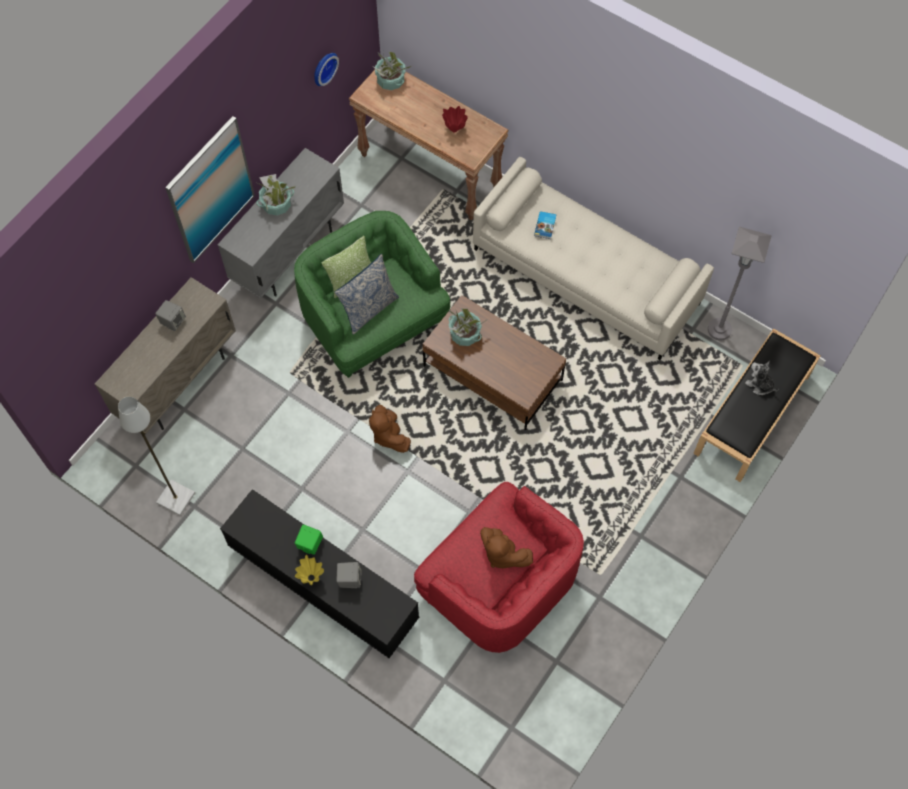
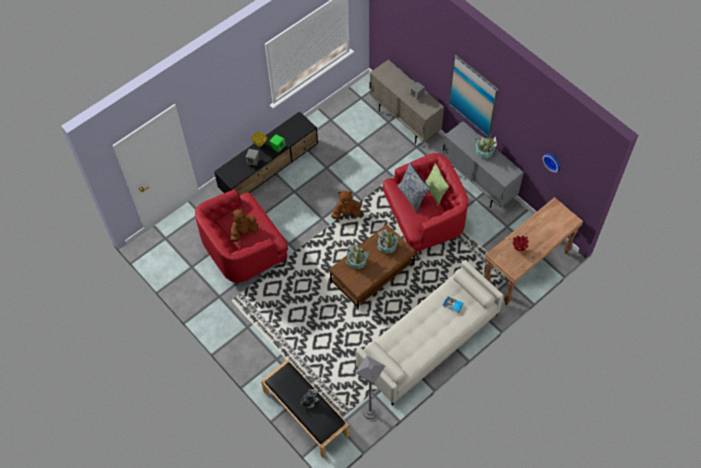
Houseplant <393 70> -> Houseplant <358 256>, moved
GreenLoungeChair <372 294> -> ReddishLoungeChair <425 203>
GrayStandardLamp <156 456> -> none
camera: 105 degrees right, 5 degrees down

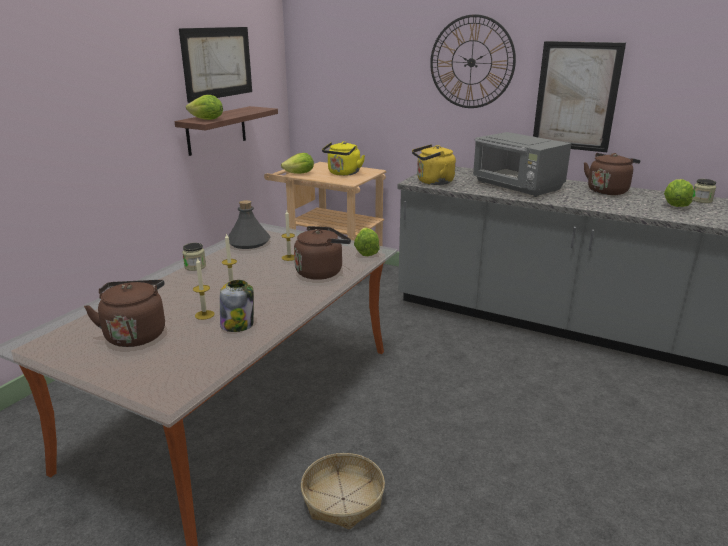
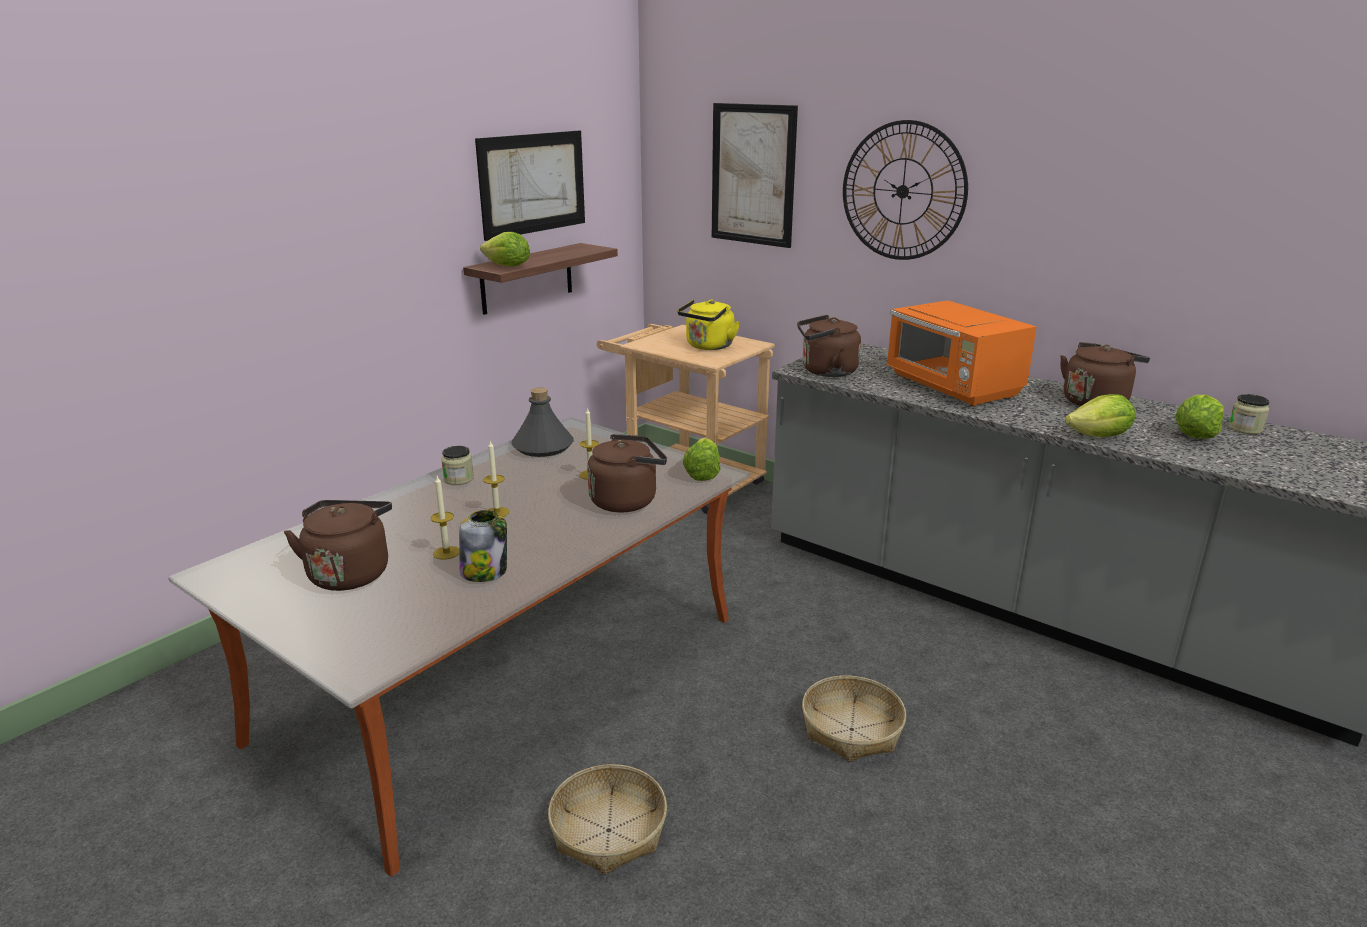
Picture <579 96> -> Picture <755 175>, moved
YellowishTeaKettle <434 164> -> BrownTeaKettle <829 346>
none -> HouseholdBasket <854 718>
GrayKitchenMicrowave <522 164> -> OrangeColouredKitchenMicrowave <961 353>
Lettuce <297 163> -> Lettuce <1100 415>, moved
camera: 10 degrees right, 0 degrees up

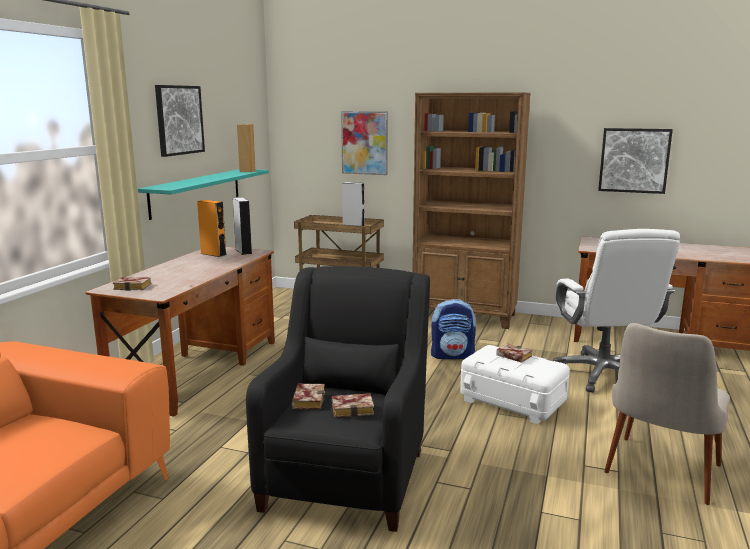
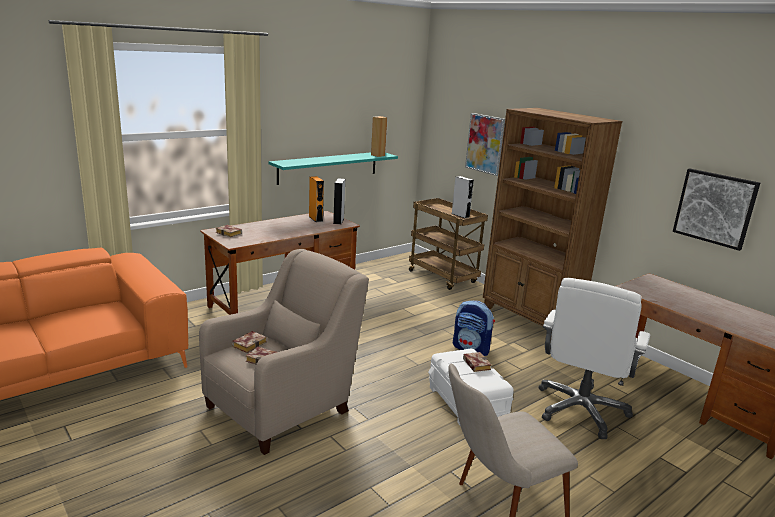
BlackLoungeChair <338 399> -> BeigeColouredLoungeChair <284 352>
Picture <180 121> -> none
camera: 30 degrees right, 5 degrees up

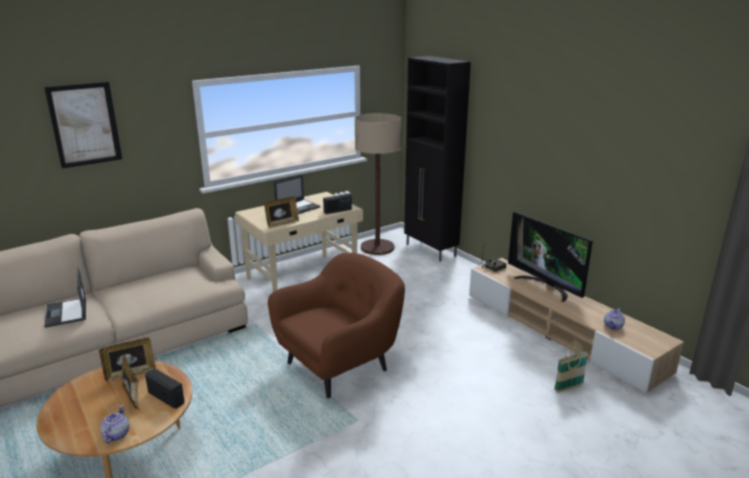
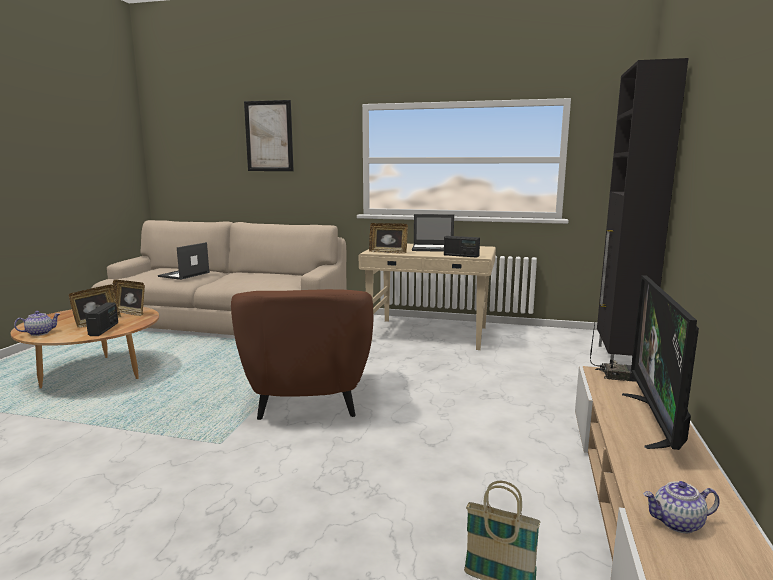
BrownLoungeChair <336 325> -> BrownLoungeChair <302 354>, 75 degrees clockwise
StandardLamp <378 184> -> none
camera: 50 degrees right, 10 degrees down

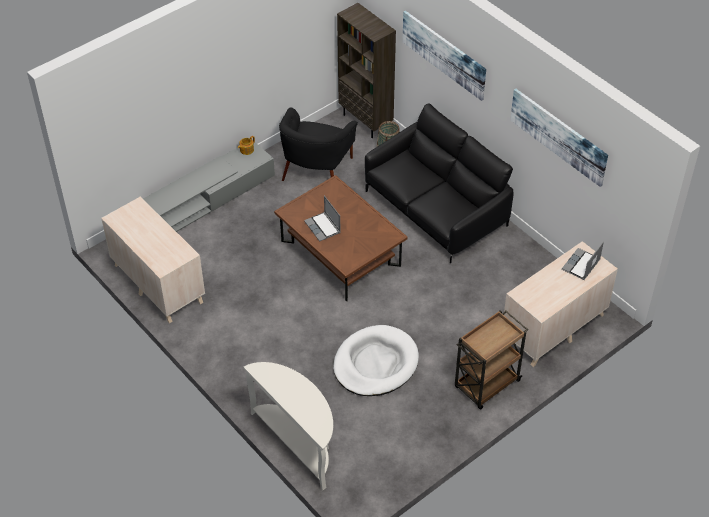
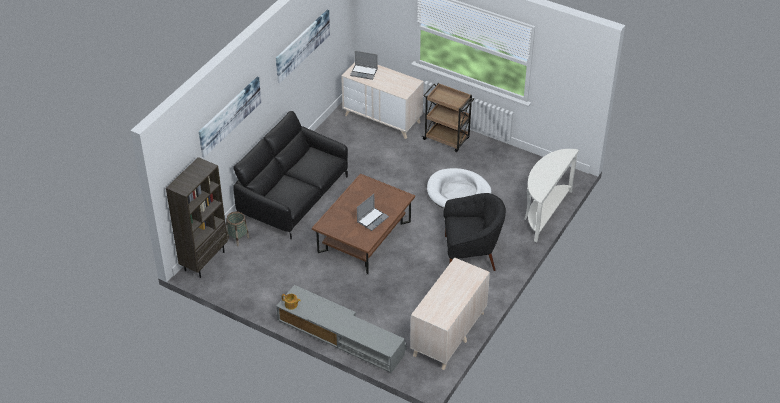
BlackLoungeChair <318 144> -> BlackLoungeChair <474 232>, moved
camera: 110 degrees left, 5 degrees down

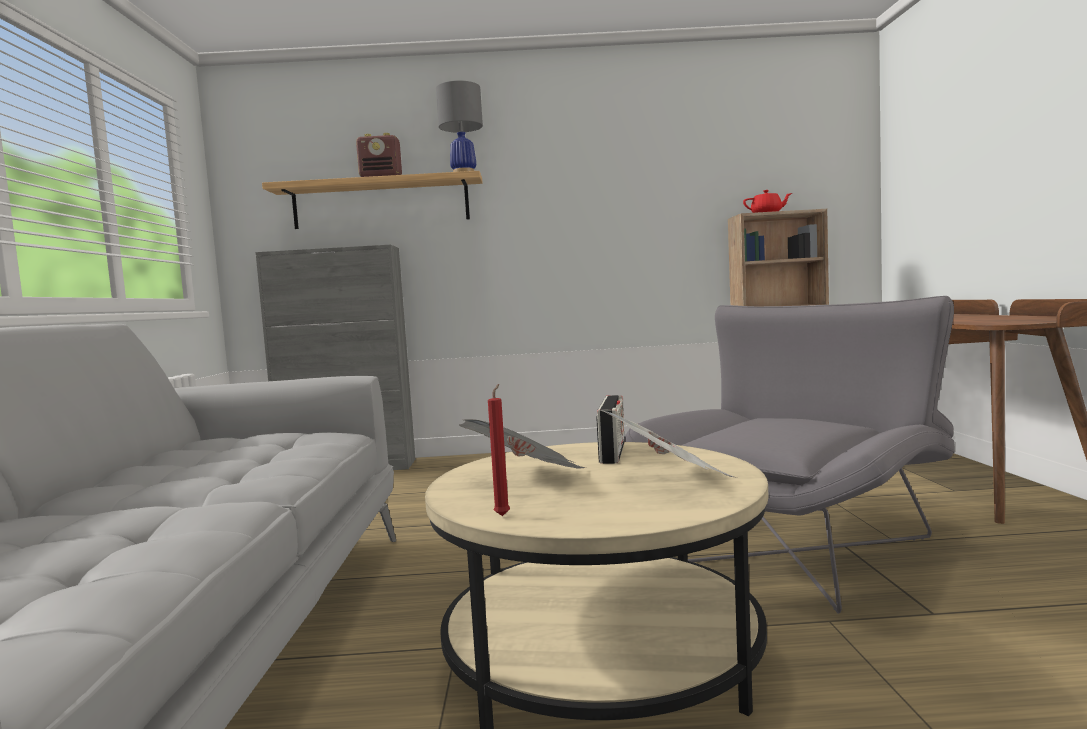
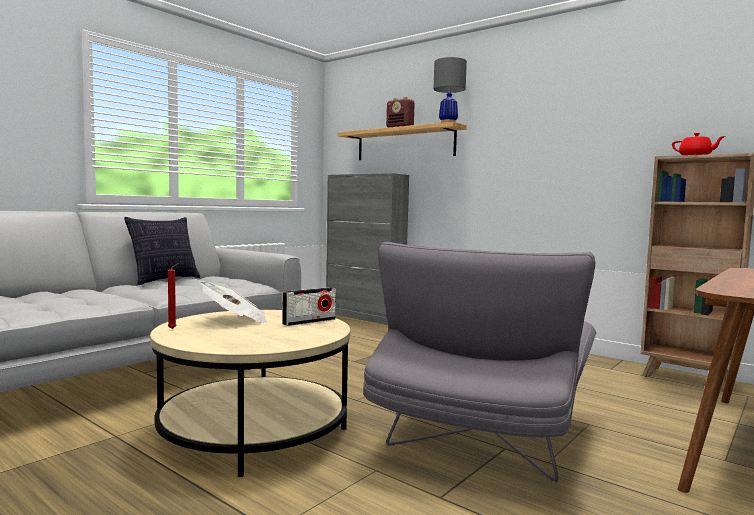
none -> Cushion <162 251>
GrayLoungeChair <789 455> -> GrayLoungeChair <480 362>, 120 degrees clockwise
DailyPaper <669 444> -> none
camera: 40 degrees right, 0 degrees up

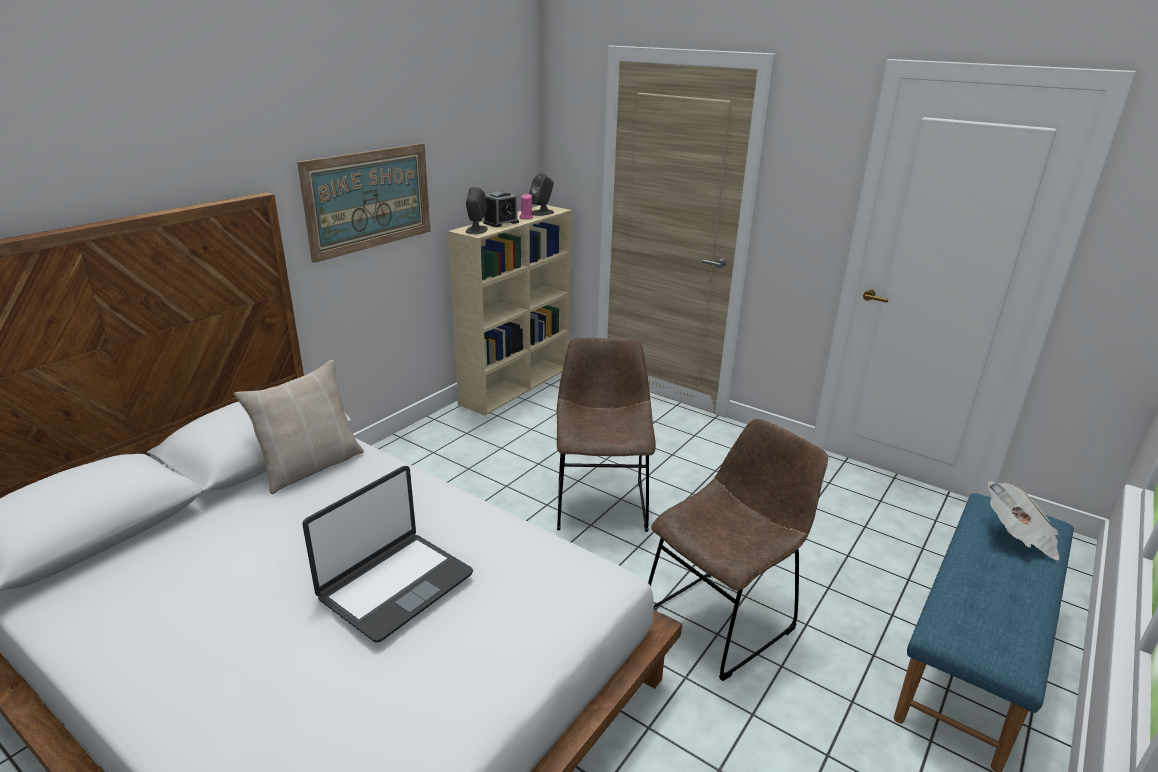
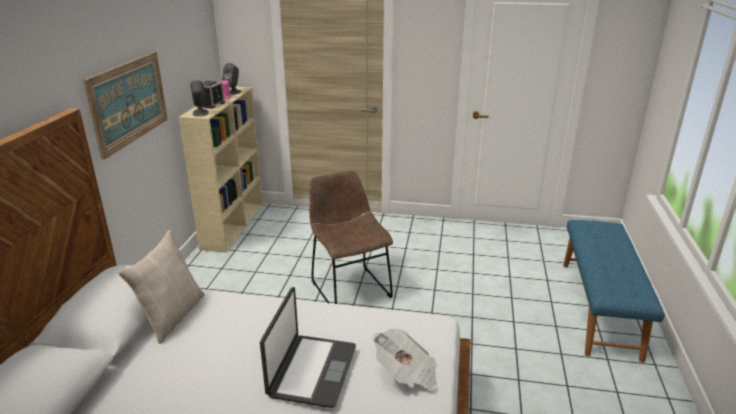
DailyPaper <1023 520> -> DailyPaper <405 359>, moved
BrownUprightChair <738 550> -> none
camera: 25 degrees left, 0 degrees up

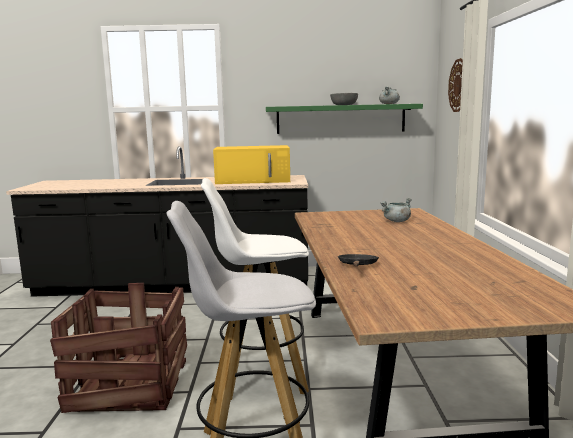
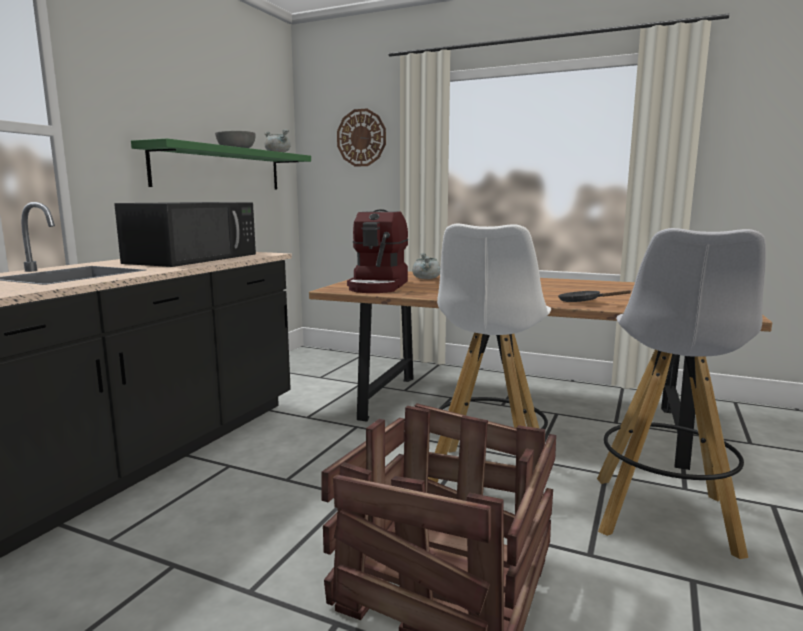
YellowishKitchenMicrowave <251 164> -> BlackKitchenMicrowave <185 234>
none -> CoffeeMaker <377 251>
camera: 65 degrees left, 0 degrees up

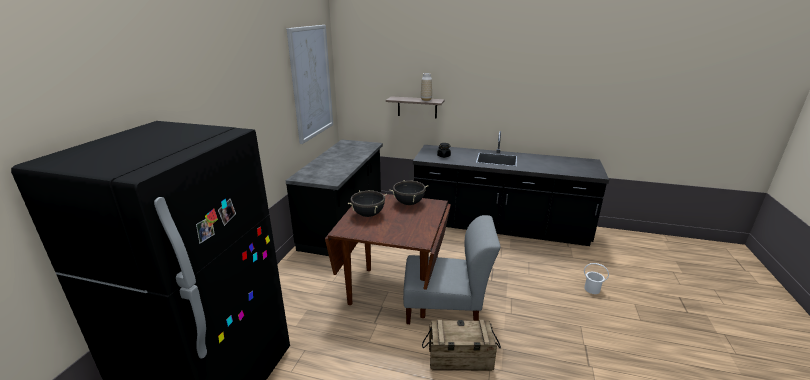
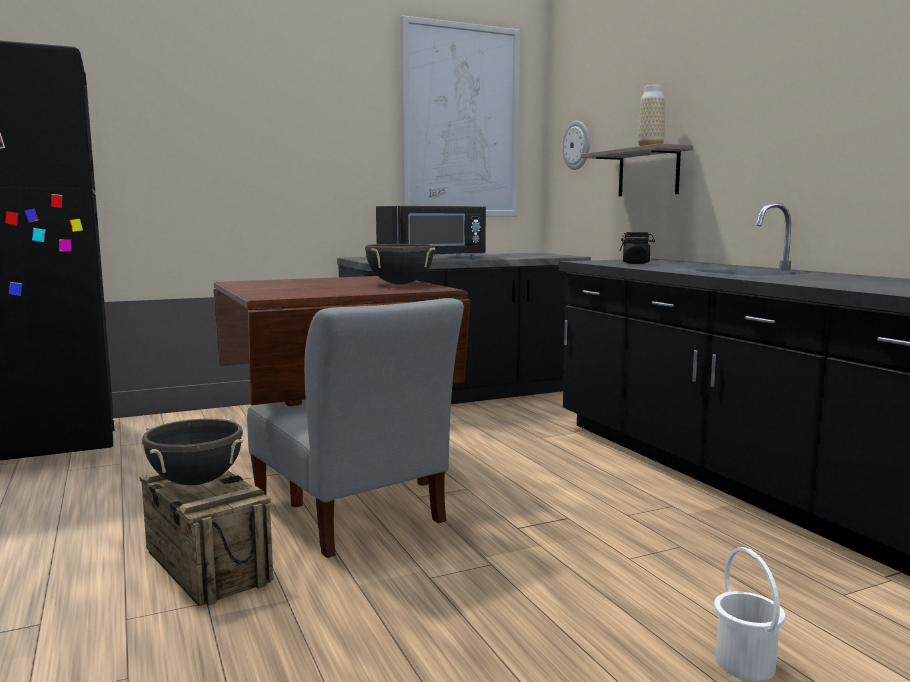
BlackCookingPot <367 204> -> BlackCookingPot <193 451>, moved
none -> BlackKitchenMicrowave <431 232>
none -> HangingClock <576 145>
camera: 50 degrees right, 15 degrees down

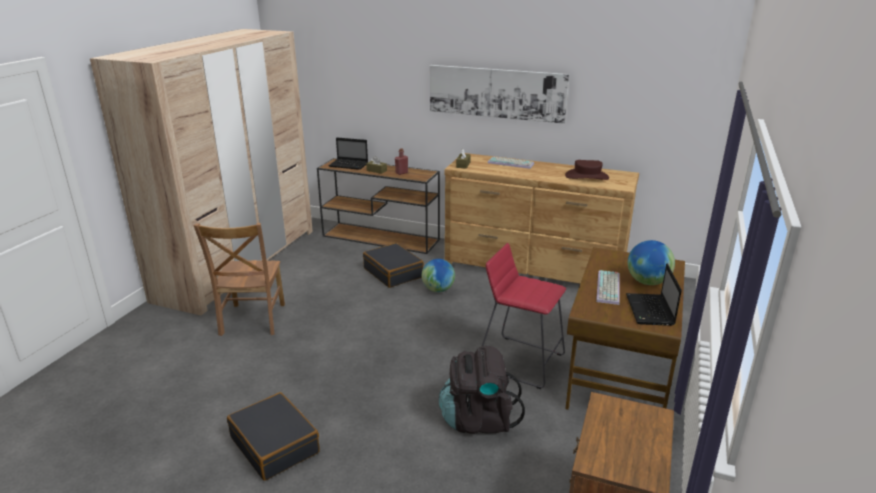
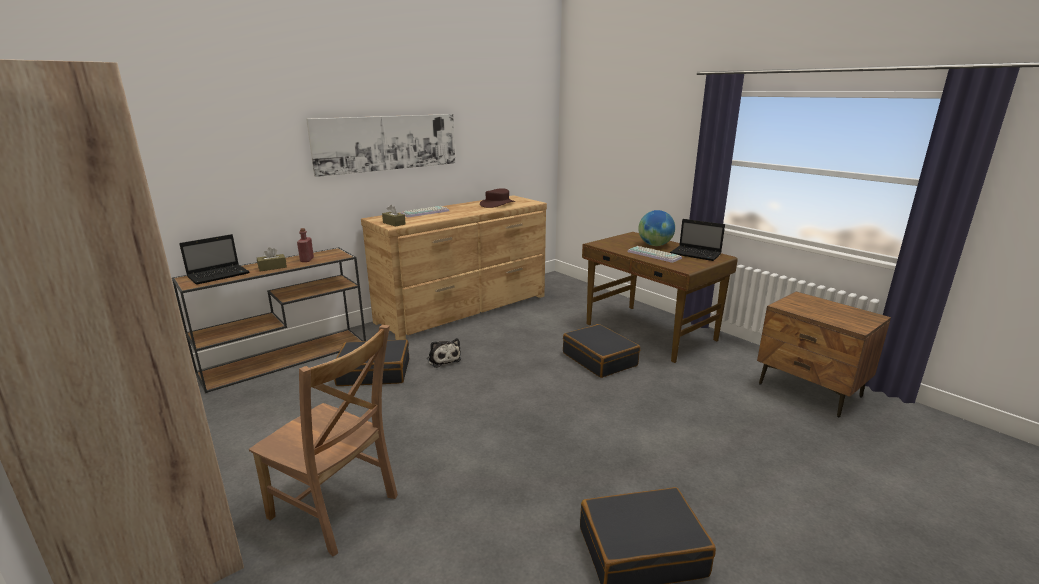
DeskGlobe <438 275> -> SoftToy <444 353>
ReddishStoolSeat <524 316> -> BlackPieceOfLuggage <601 351>
BlackRucksack <482 390> -> none
camera: 60 degrees left, 5 degrees down

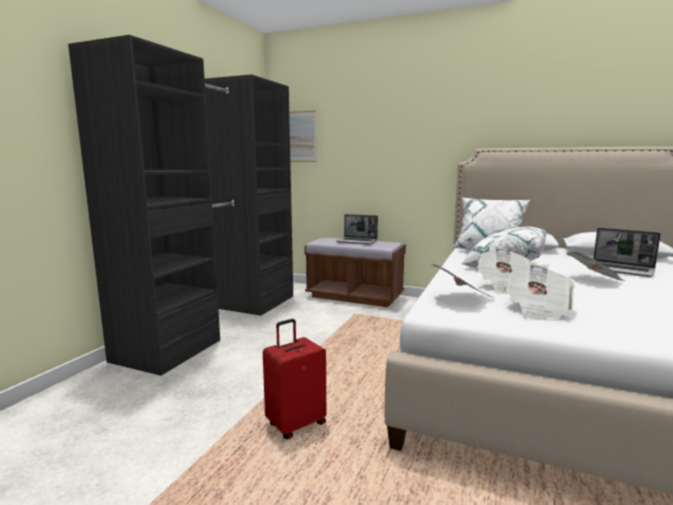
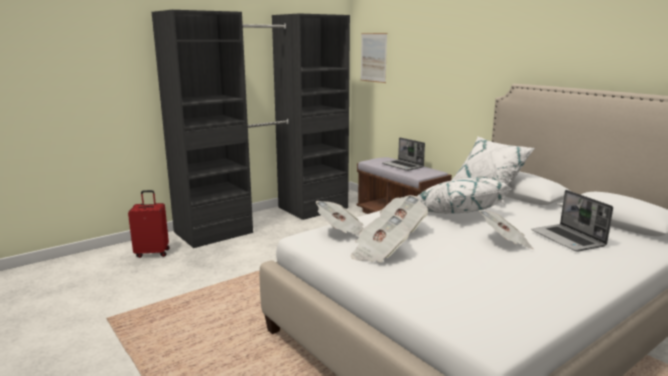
ReddishPieceOfLuggage <294 379> -> ReddishPieceOfLuggage <149 224>, moved
camera: 30 degrees right, 5 degrees up

